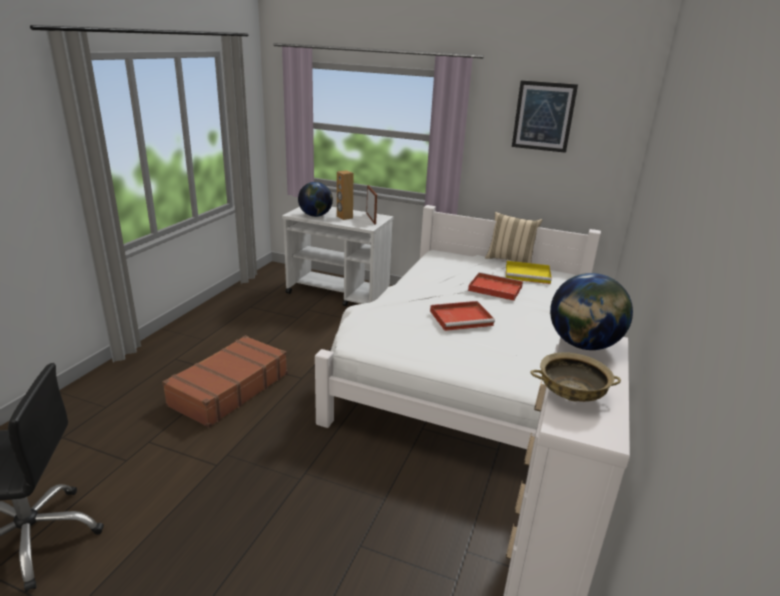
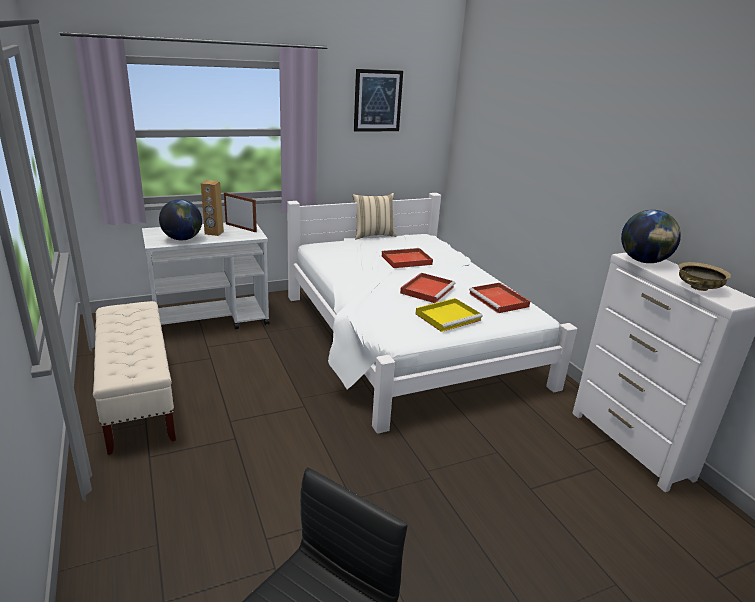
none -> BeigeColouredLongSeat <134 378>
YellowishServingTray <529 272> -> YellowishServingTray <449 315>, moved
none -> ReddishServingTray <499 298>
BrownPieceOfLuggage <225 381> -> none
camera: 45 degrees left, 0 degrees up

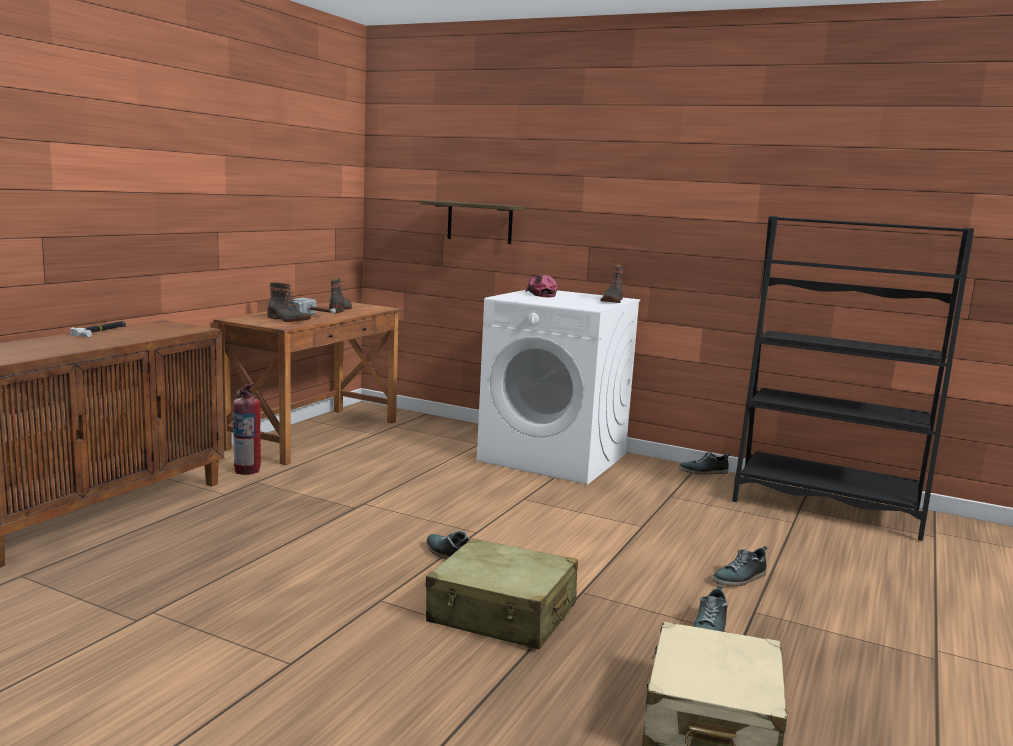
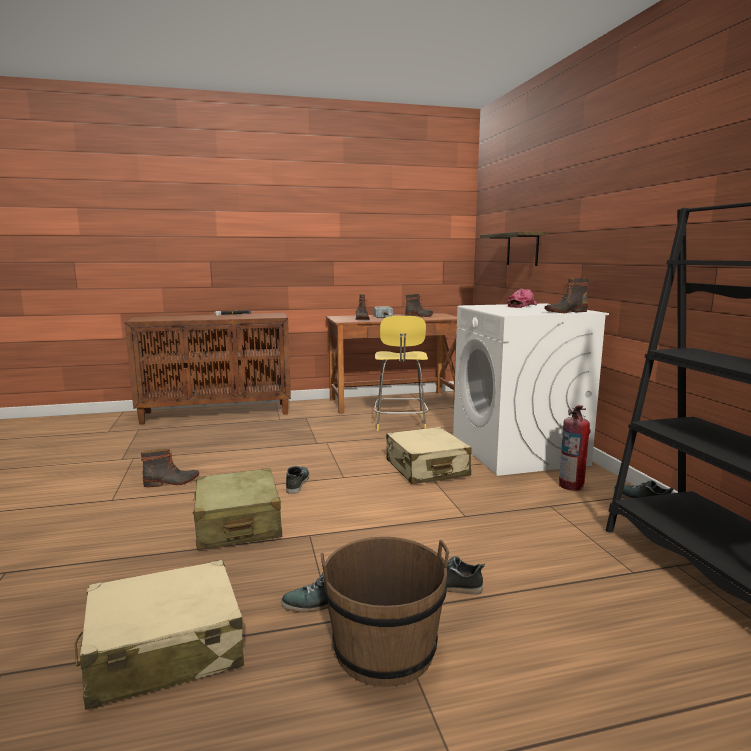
none -> TallBoot <170 468>
none -> BrownPail <385 612>
none -> YellowishStoolSeat <401 373>
none -> BeigeColouredPieceOfLuggage <429 455>
FireFightingCylinder <247 429> -> FireFightingCylinder <575 448>, moved
camera: 50 degrees right, 0 degrees up

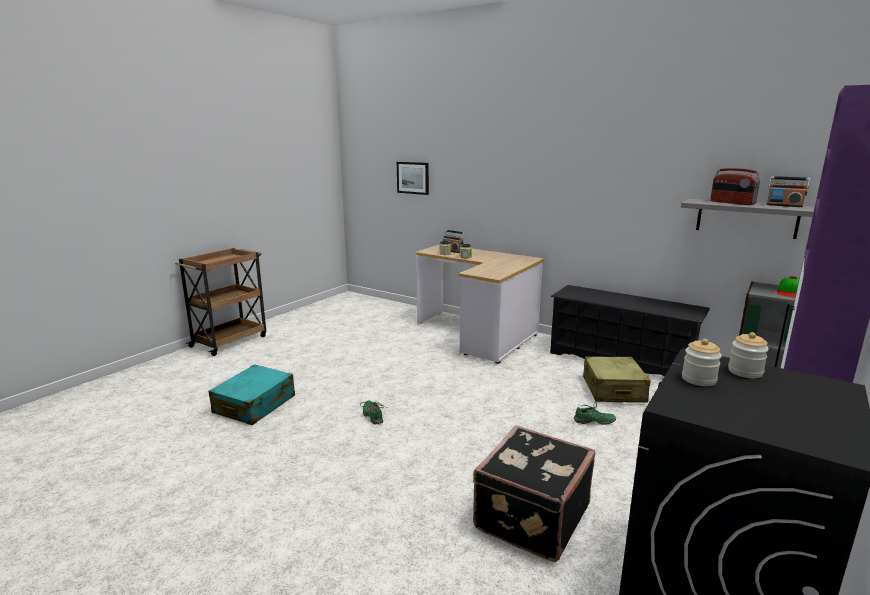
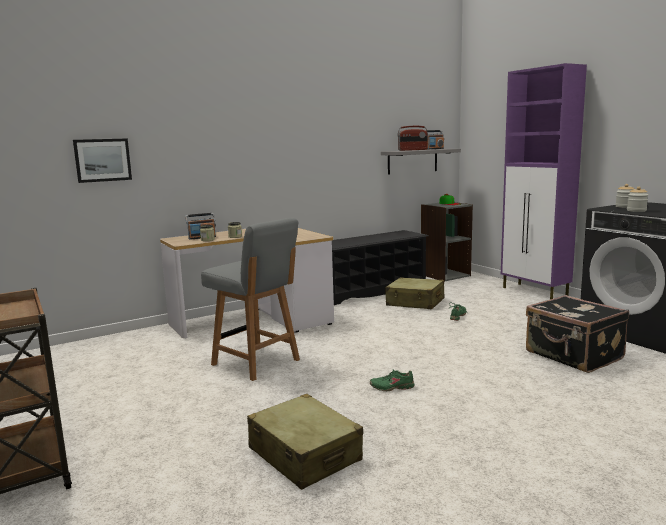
none -> GrayUprightChair <250 299>
TurquoiseColouredPieceOfLuggage <252 394> -> BeigeColouredPieceOfLuggage <305 442>
camera: 65 degrees left, 5 degrees down

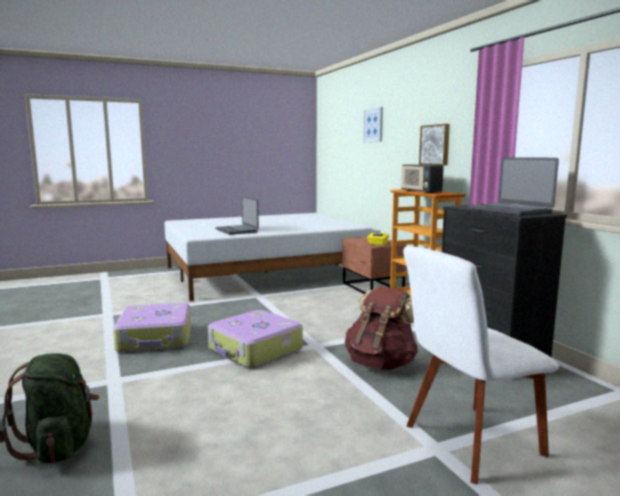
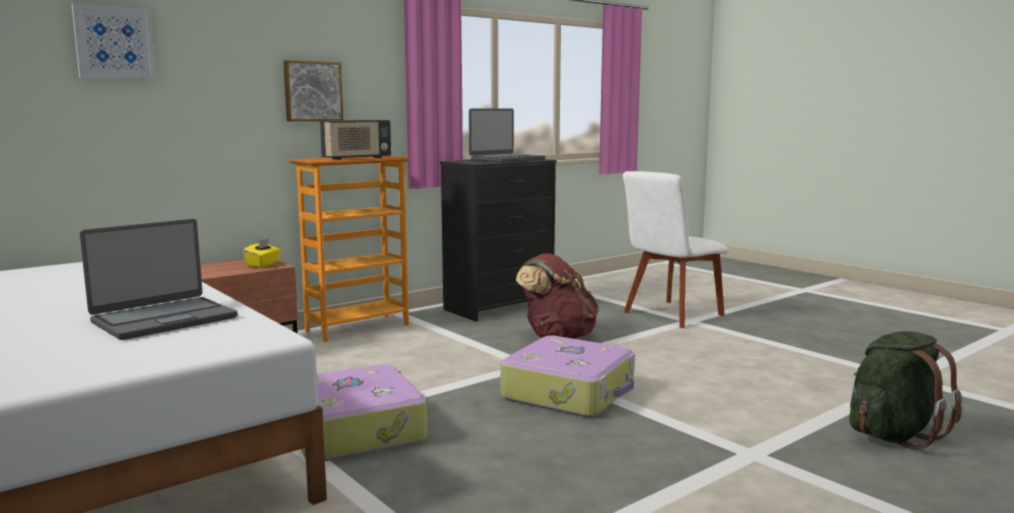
PieceOfLuggage <152 327> -> PieceOfLuggage <364 413>, moved
WhiteColouredUprightChair <481 365> -> WhiteColouredUprightChair <676 249>, 90 degrees clockwise
camera: 105 degrees left, 0 degrees up

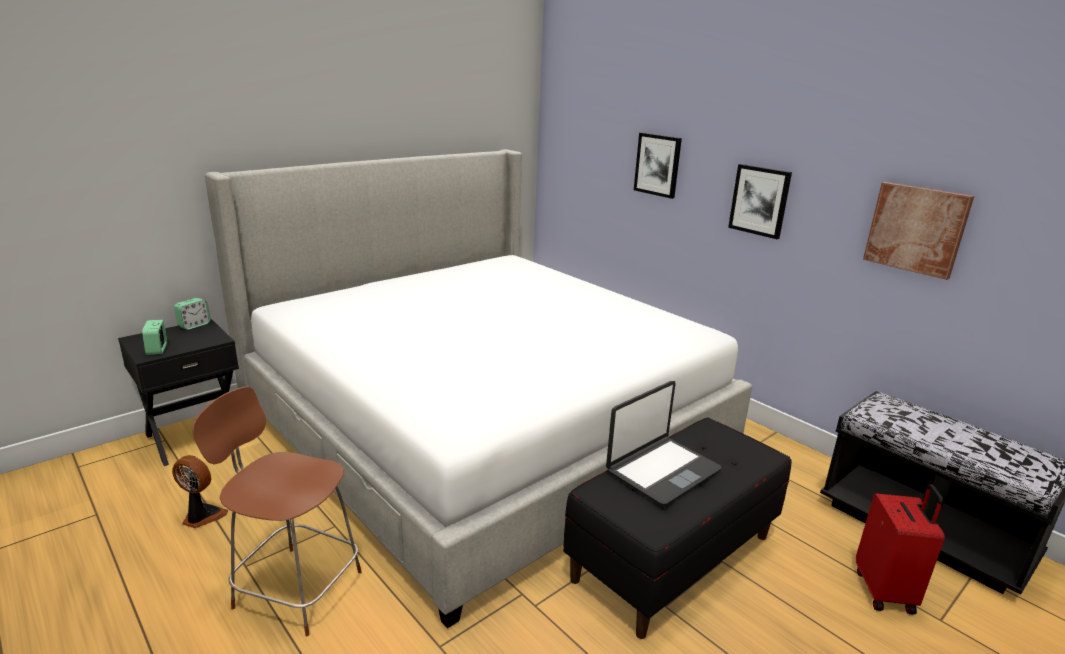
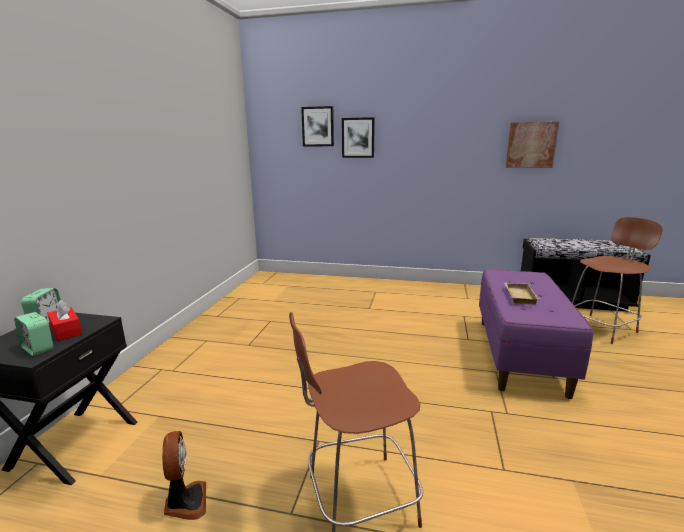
none -> ReddishBoxOfTissues <65 320>
CoolingFan <200 491> -> CoolingFan <184 475>, 90 degrees clockwise
Picture <760 201> -> Picture <317 126>, moved
BlackLongSeat <677 528> -> PurpleLongSeat <536 334>
Laptop <664 443> -> BeigeColouredServingTray <522 293>
ReddishPieceOfLuggage <900 549> -> BrownUprightChair <617 280>
BedroomBed <478 388> -> none
camera: 35 degrees left, 5 degrees down

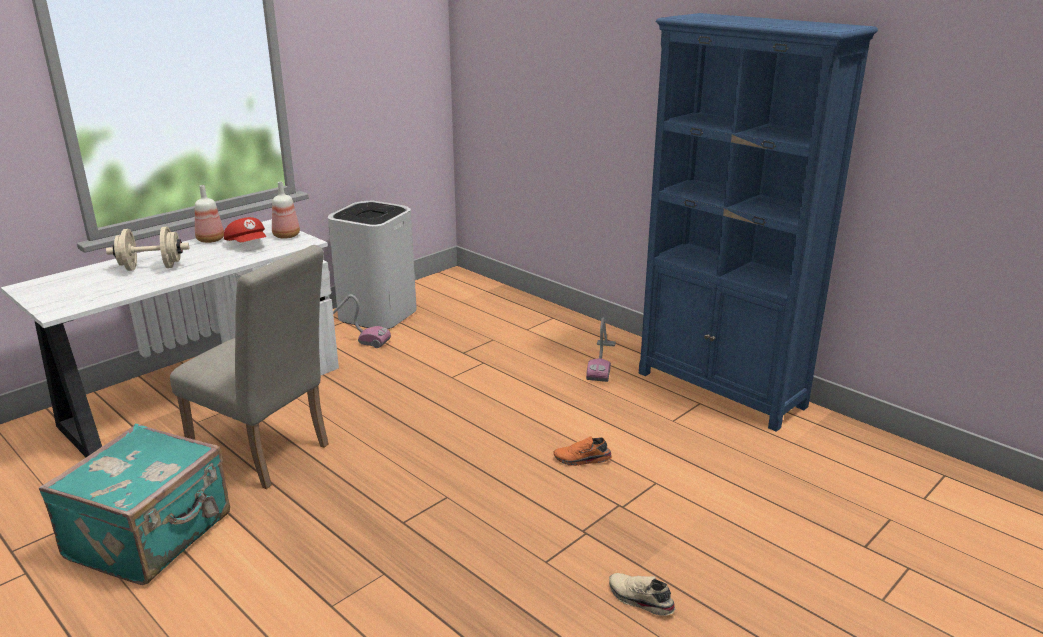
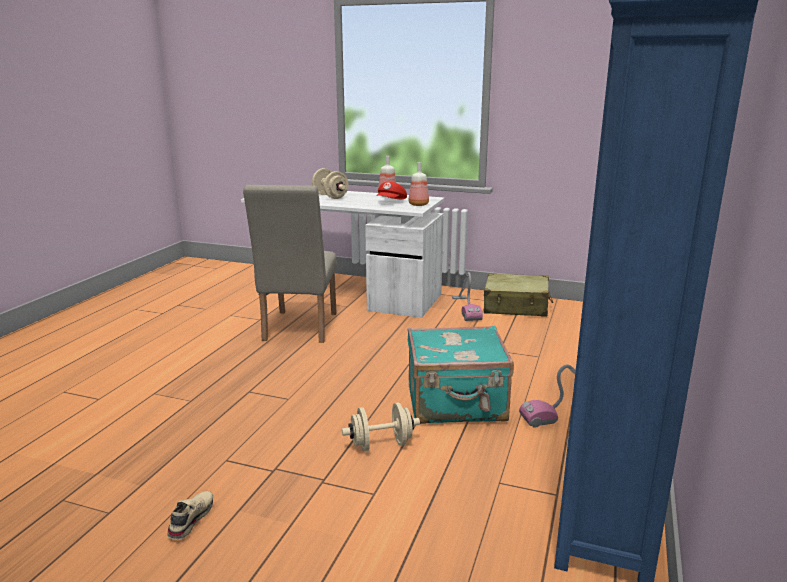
OrangeColouredLowShoe <583 451> -> BeigeColouredHandWeight <381 427>
TurquoiseColouredPieceOfLuggage <134 504> -> TurquoiseColouredPieceOfLuggage <461 374>, moved
WhiteColouredRubbishBin <372 265> -> BeigeColouredPieceOfLuggage <518 295>
camera: 65 degrees right, 5 degrees down

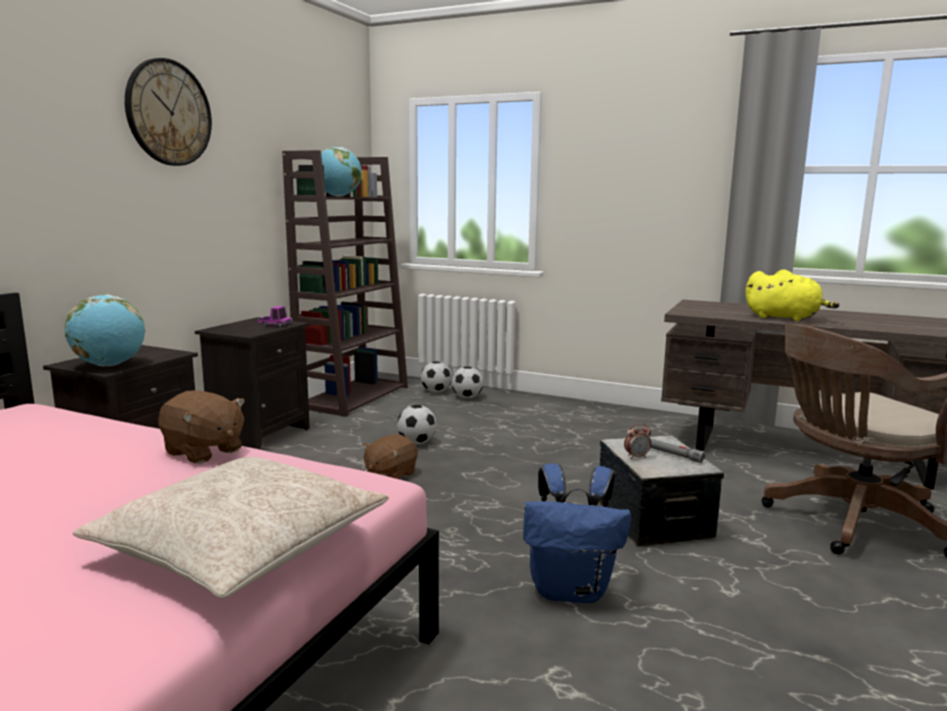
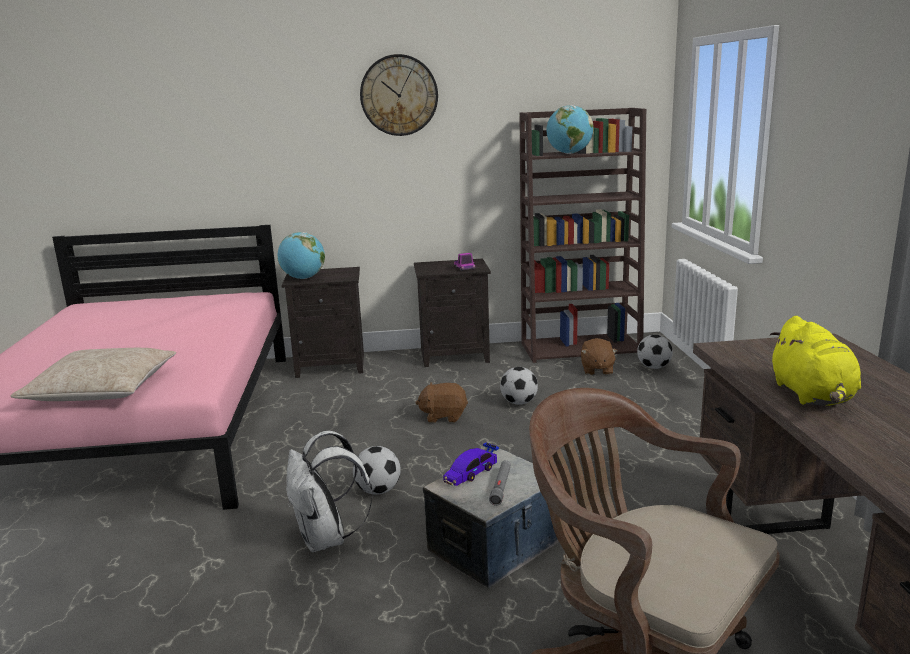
BlueRucksack <577 533> -> WhiteColouredRucksack <329 491>
BallForFootball <467 382> -> BallForFootball <377 470>, moved
BedsideClock <637 441> -> ModelCar <471 464>
BrownSoftToy <201 426> -> BrownSoftToy <599 356>, moved
camera: 60 degrees right, 5 degrees up

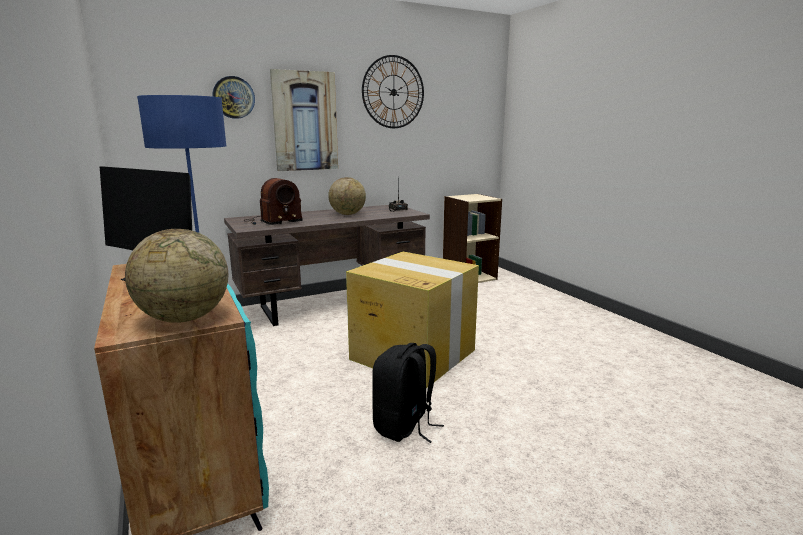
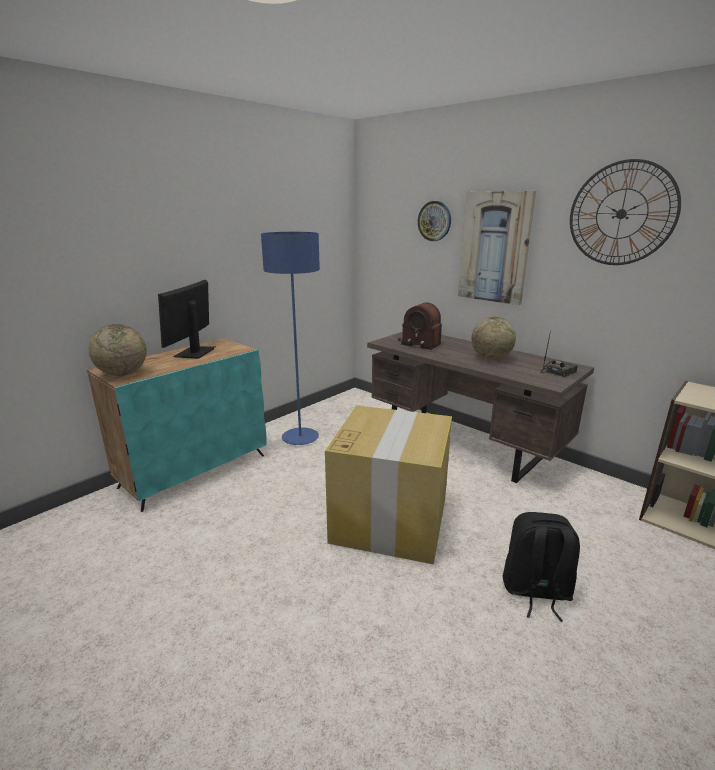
BlackRucksack <408 393> -> BlackRucksack <541 567>, moved
camera: 70 degrees right, 5 degrees up

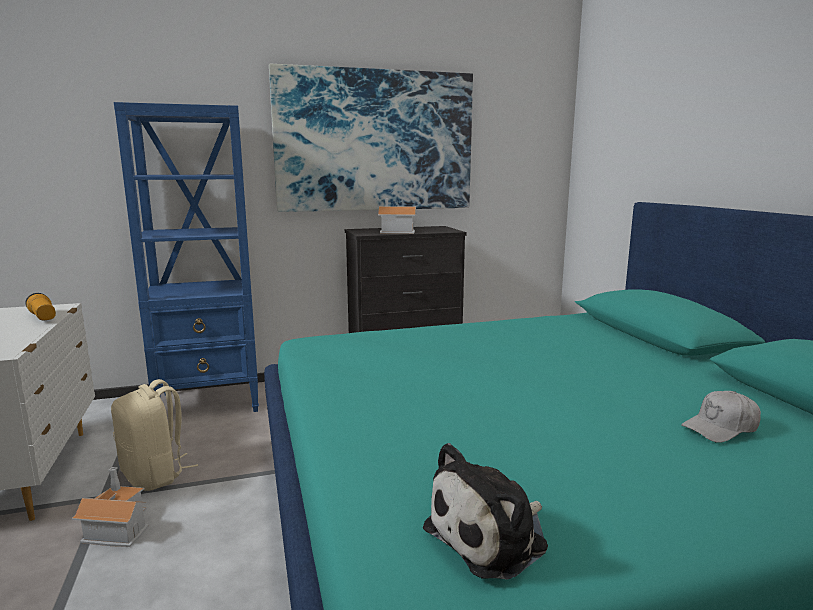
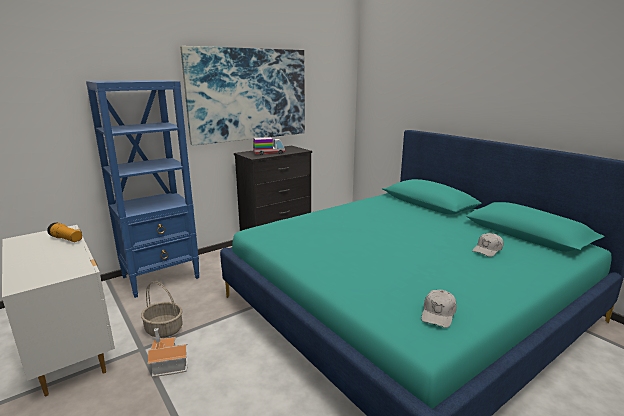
BeigeColouredRucksack <154 435> -> HouseholdBasket <162 309>
ModelHouse <397 216> -> ModelTruck <269 146>
SoftToy <485 511> -> WhiteColouredPeakedCap <439 309>
camera: 20 degrees left, 5 degrees up

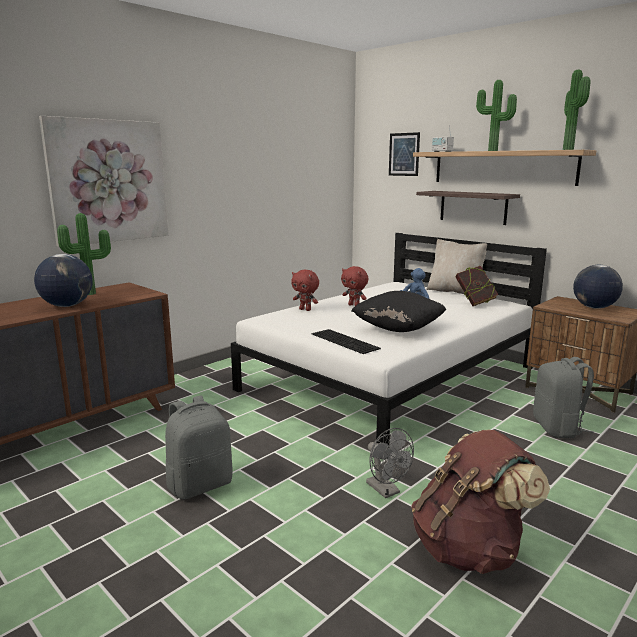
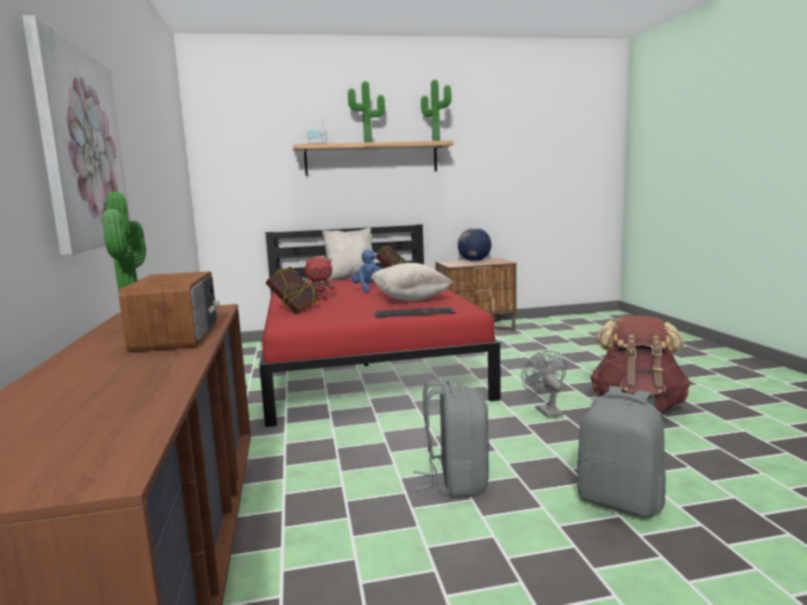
DeskGlobe <63 280> -> RadioReceiver <169 311>
WhiteColouredBedroomBed <389 346> -> ReddishBedroomBed <380 325>
ReddishSoftToy <305 290> -> Volume <293 290>
BlackCushion <398 311> -> BeigeColouredCushion <411 282>
GrayCoolingFan <390 463> -> GrayCoolingFan <544 384>, 105 degrees counterclockwise
GrayRucksack <563 397> -> GrayRucksack <621 452>, moved
Picture <404 154> -> none
BracketShelf <468 208> -> none
camera: 55 degrees left, 5 degrees down

